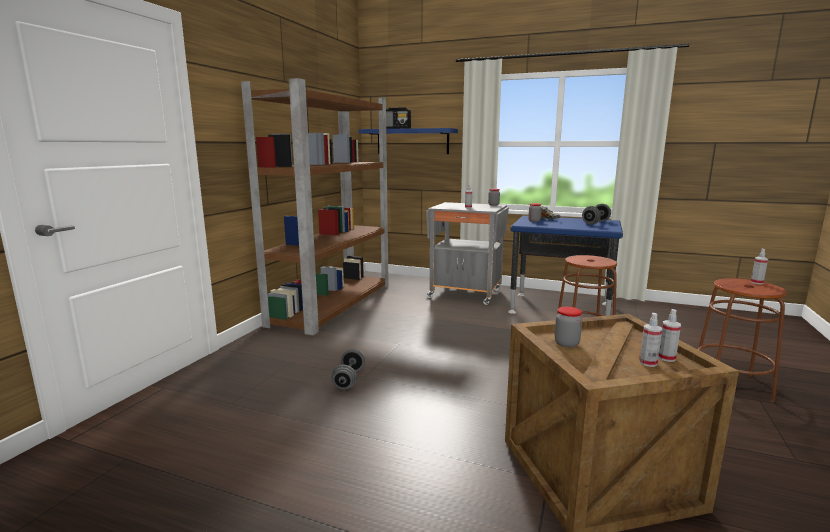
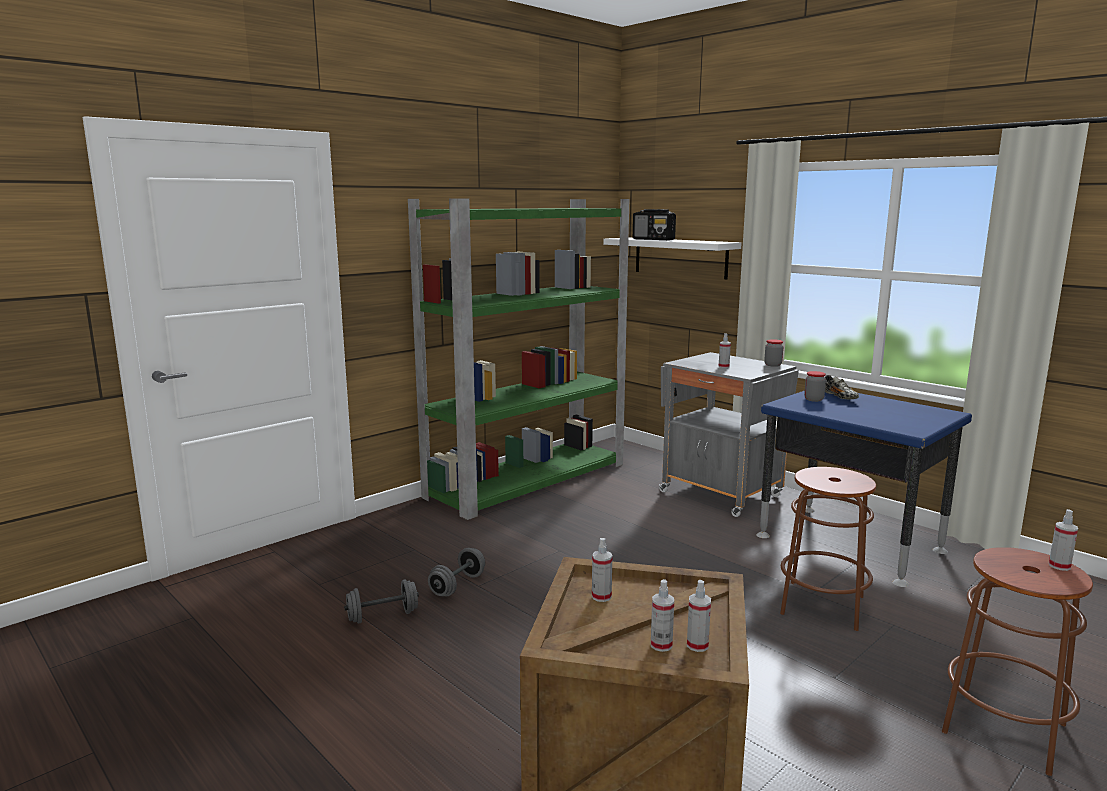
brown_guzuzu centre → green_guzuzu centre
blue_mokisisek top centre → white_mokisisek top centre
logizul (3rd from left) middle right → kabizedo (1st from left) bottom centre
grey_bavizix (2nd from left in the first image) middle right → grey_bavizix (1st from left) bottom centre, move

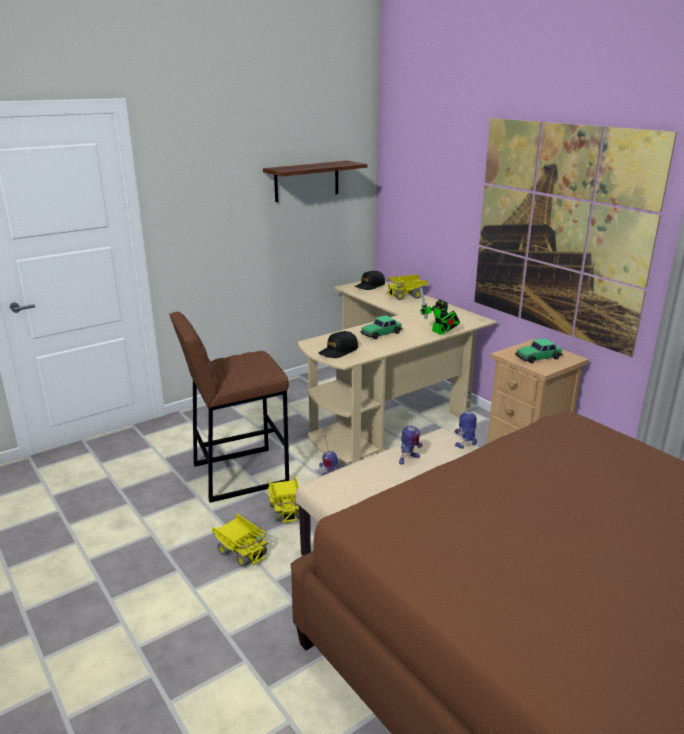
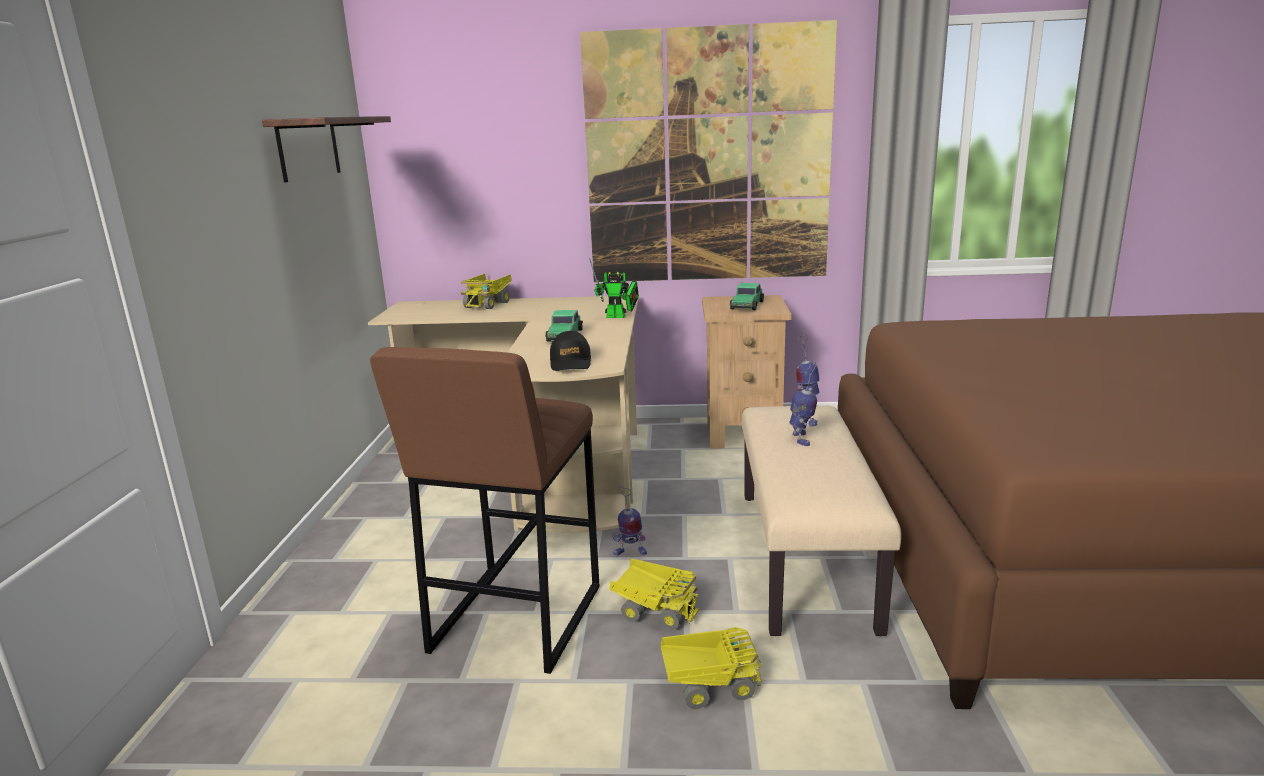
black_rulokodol (2nd from left) centre → -

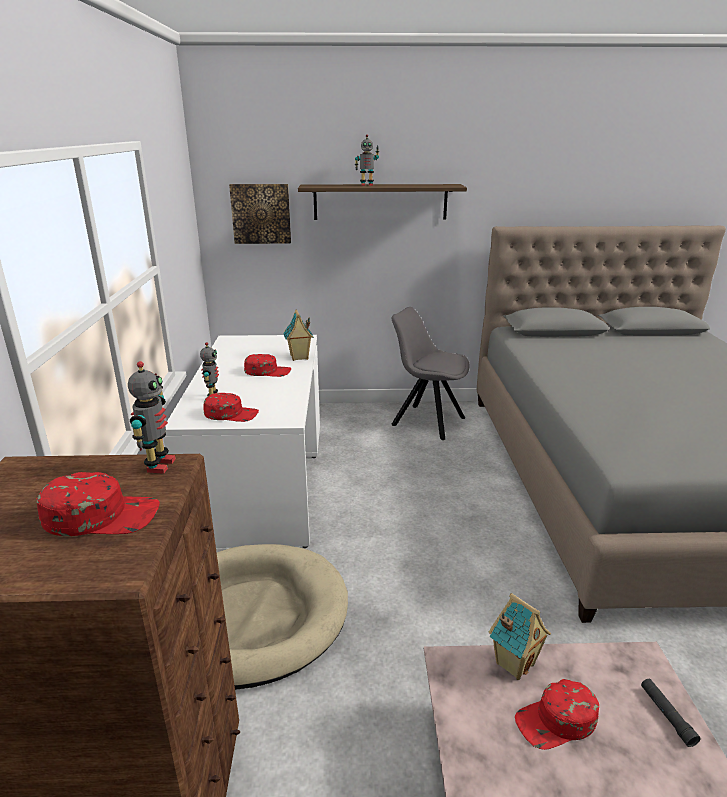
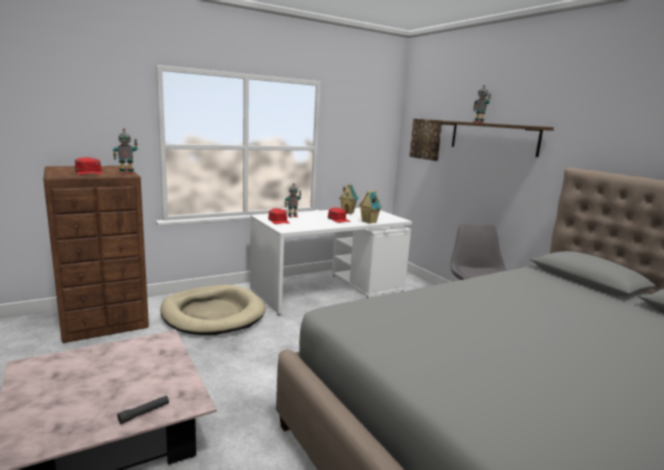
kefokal (2nd from left in the first image) bottom right → kefokal (1st from left) centre, move
red_rulokodol (4th from left) bottom right → -

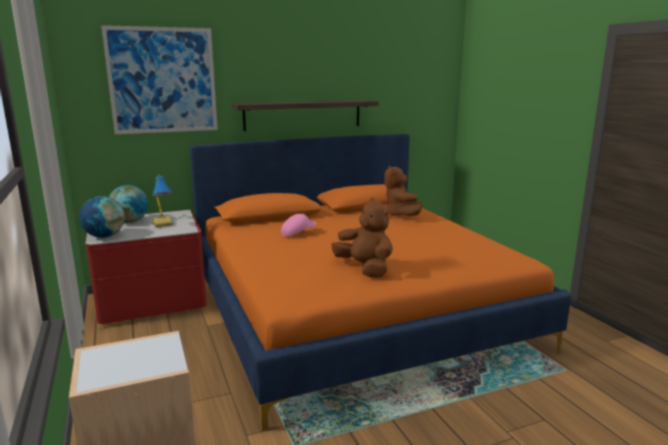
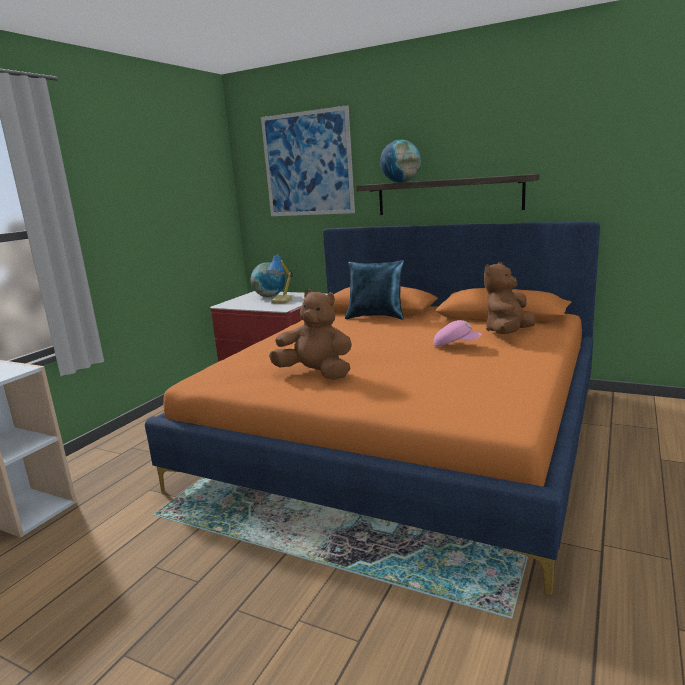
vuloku (1st from left in the first image) middle left → vuloku (2nd from left) top centre, move
pink_rulokodol centre → pink_rulokodol middle right, move
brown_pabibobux (1st from left) centre, 75 degrees counterclockwise
- → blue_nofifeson centre

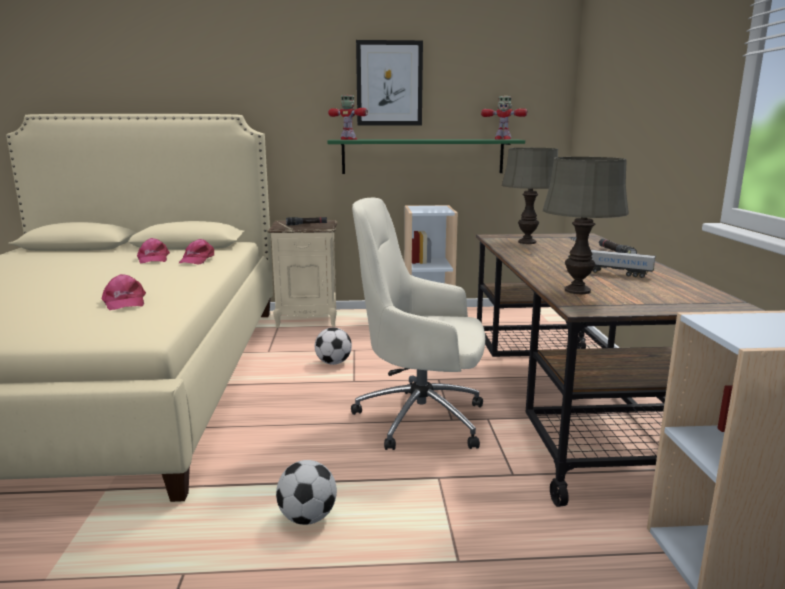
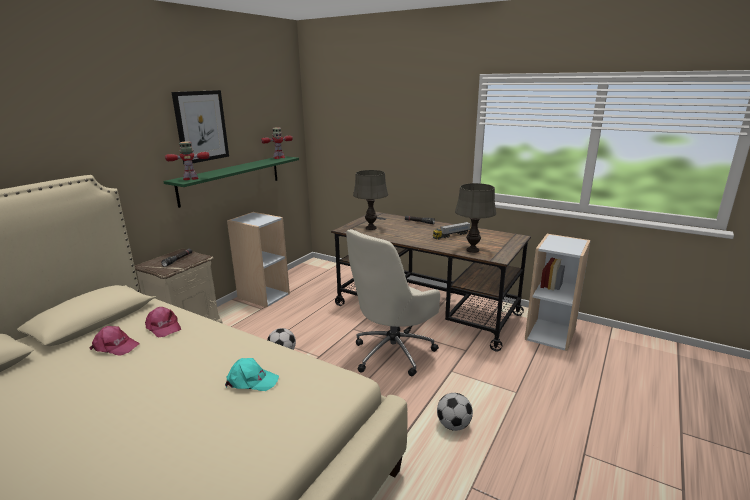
pink_rulokodol (1st from left) middle left → turquoise_rulokodol bottom centre

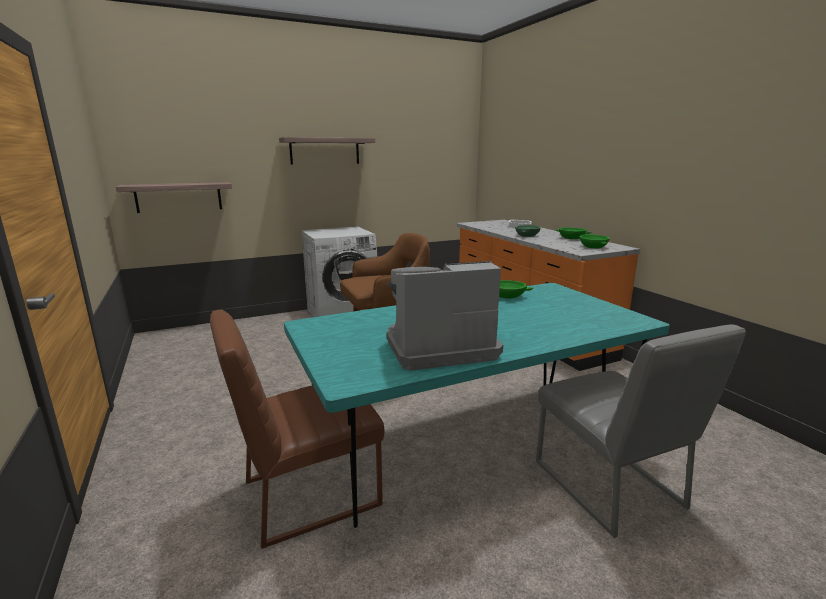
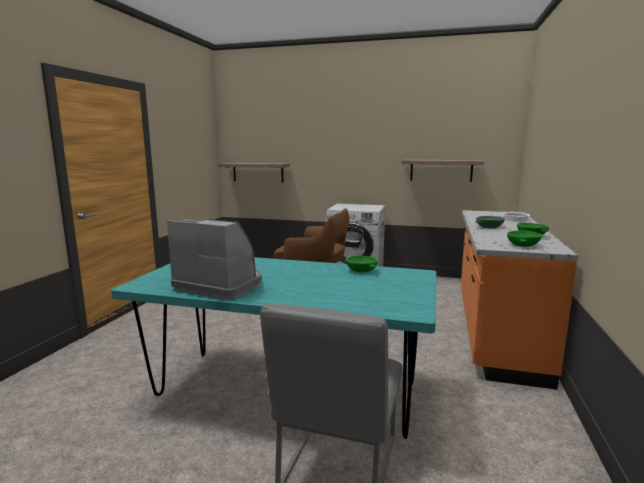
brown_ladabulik bottom centre → -
mokisisek (2nd from left) top centre → mokisisek (2nd from left) middle right, move

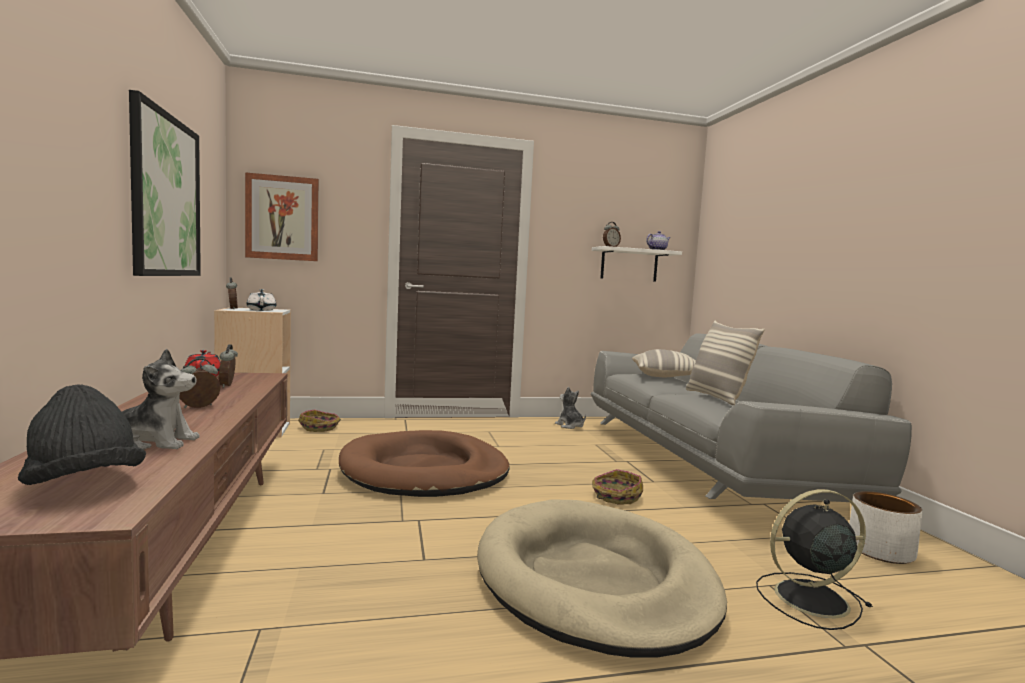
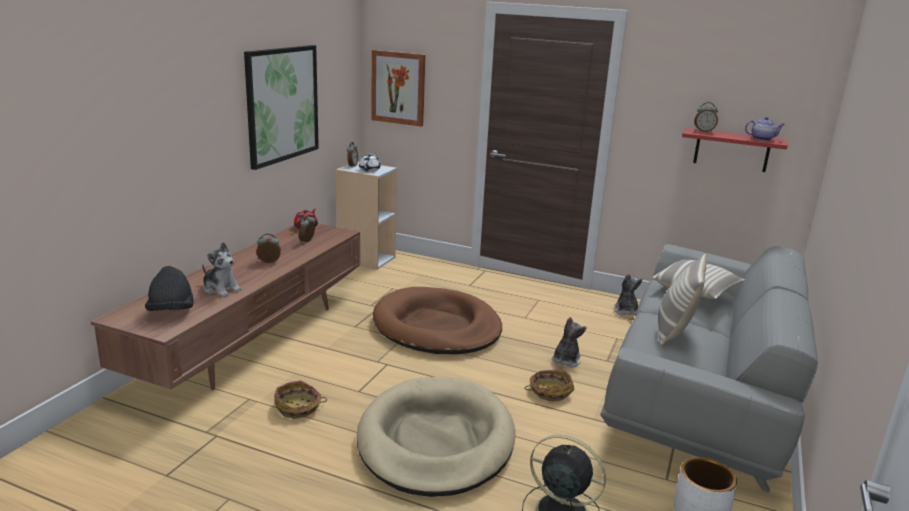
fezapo (1st from left) middle left → fezapo (1st from left) bottom left, move
white_mokisisek centre → red_mokisisek top right
- → pabibobux (2nd from left) bottom centre

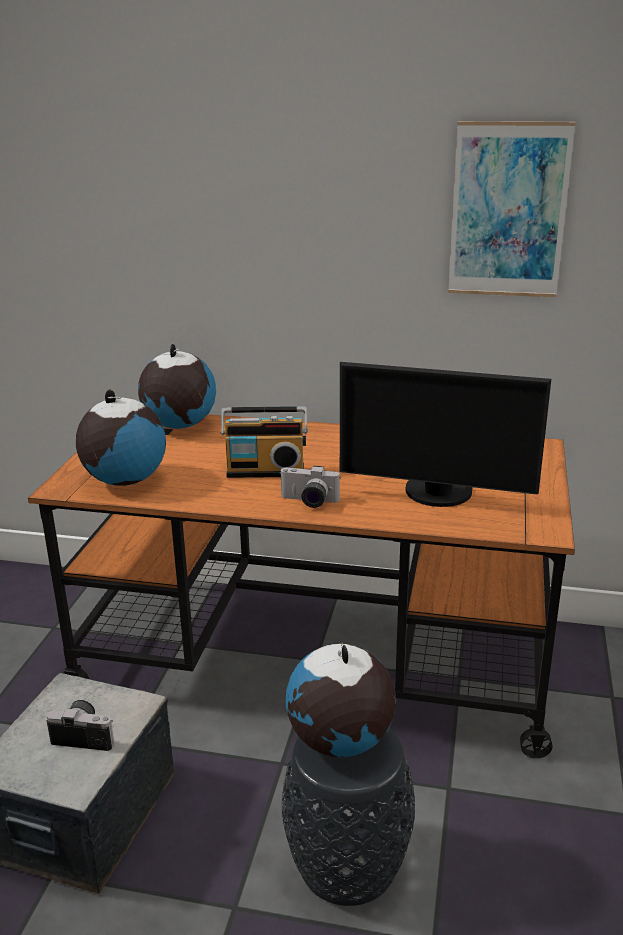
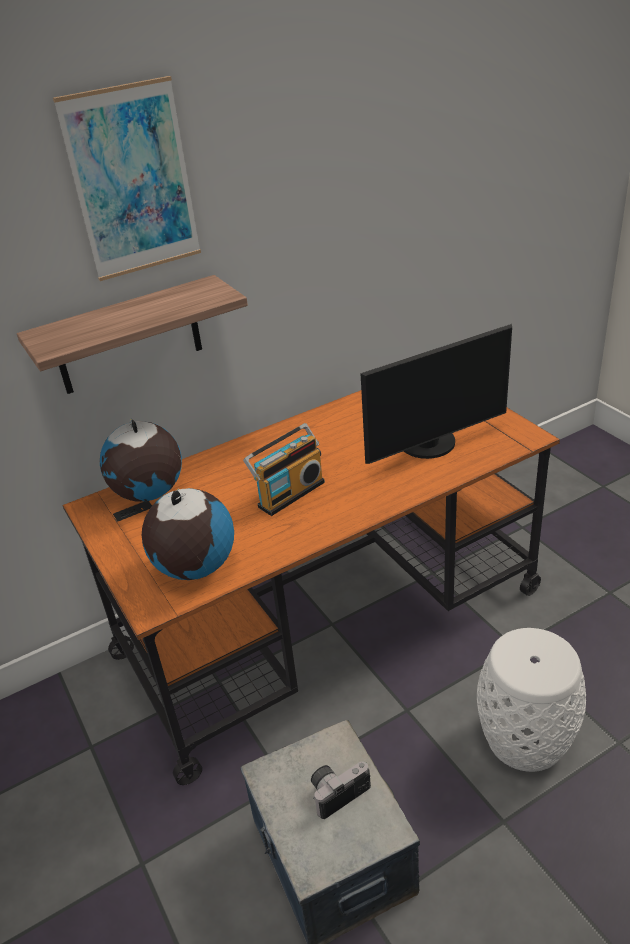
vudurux (2nd from left) centre → -
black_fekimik bottom centre → white_fekimik bottom right
vuloku (3rd from left) bottom centre → -
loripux top right → loripux top left, move
- → mokisisek middle left

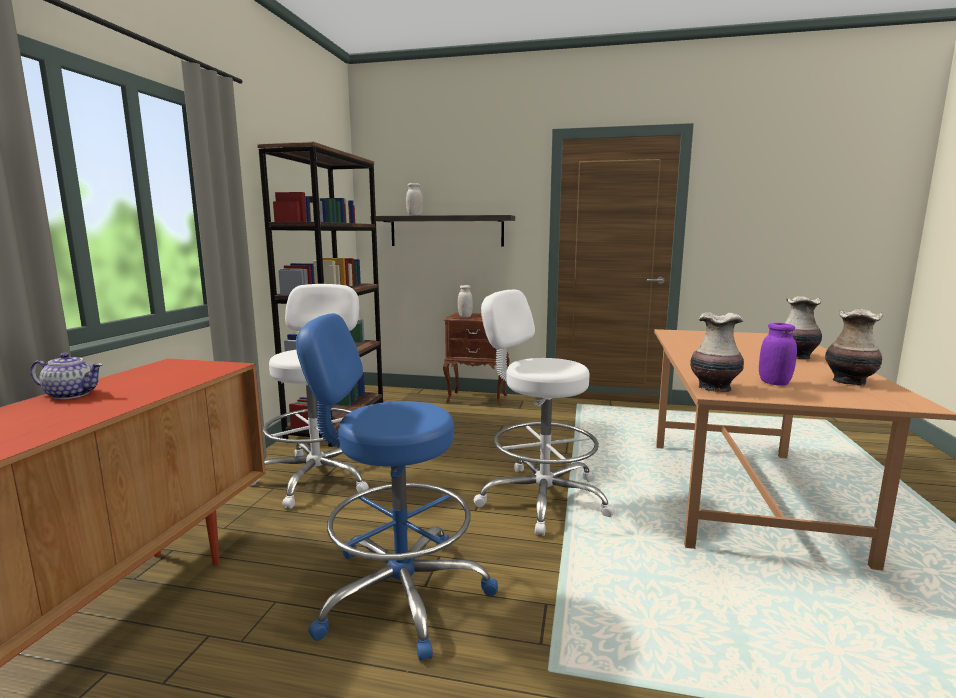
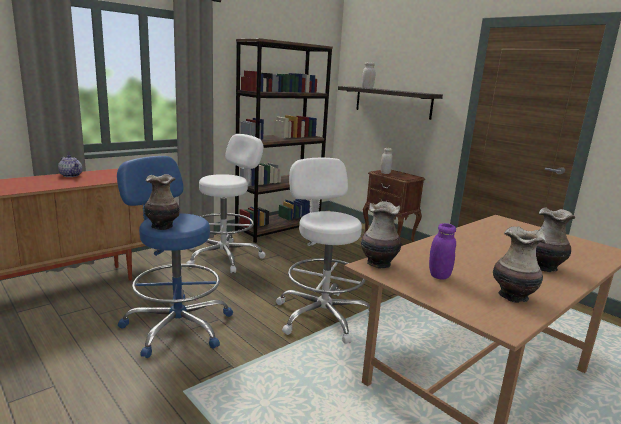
- → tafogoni (1st from left) middle left

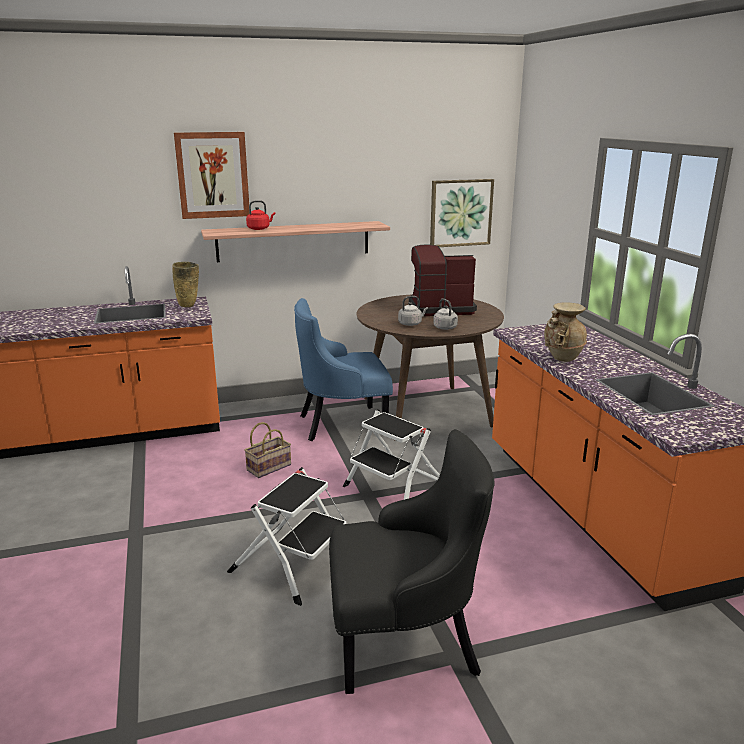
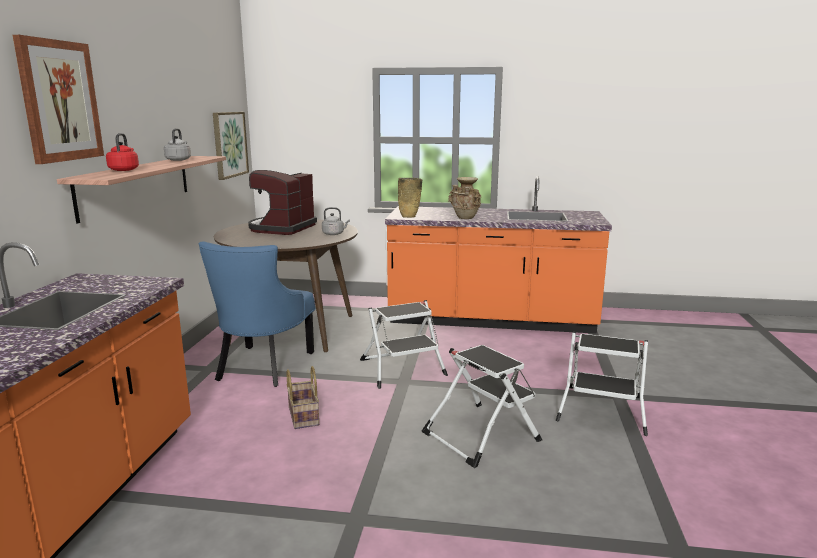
beige_tafogoni (1st from left) middle left → beige_tafogoni (1st from left) centre, move
black_ladabulik bottom centre → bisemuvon (3rd from left) bottom right
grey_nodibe (1st from left) centre → grey_nodibe (1st from left) top left, move

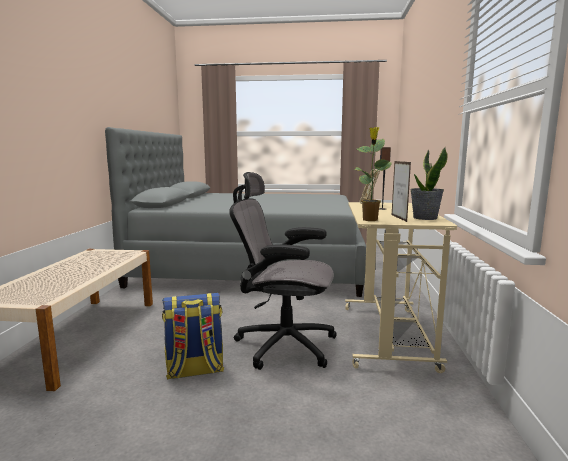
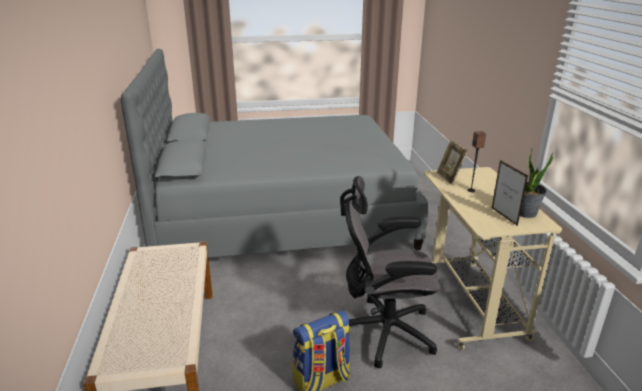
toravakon (1st from left) centre → -

